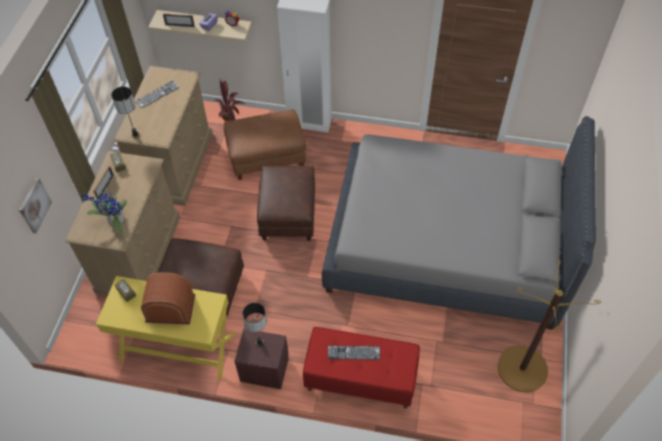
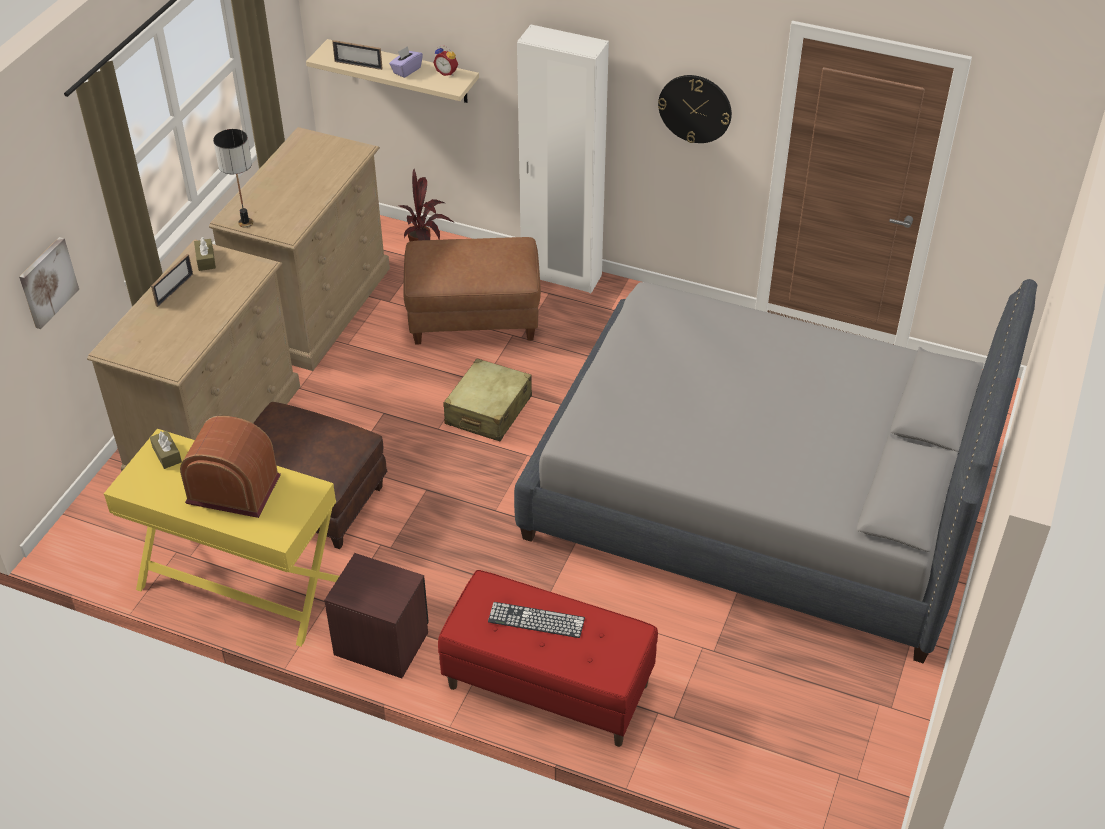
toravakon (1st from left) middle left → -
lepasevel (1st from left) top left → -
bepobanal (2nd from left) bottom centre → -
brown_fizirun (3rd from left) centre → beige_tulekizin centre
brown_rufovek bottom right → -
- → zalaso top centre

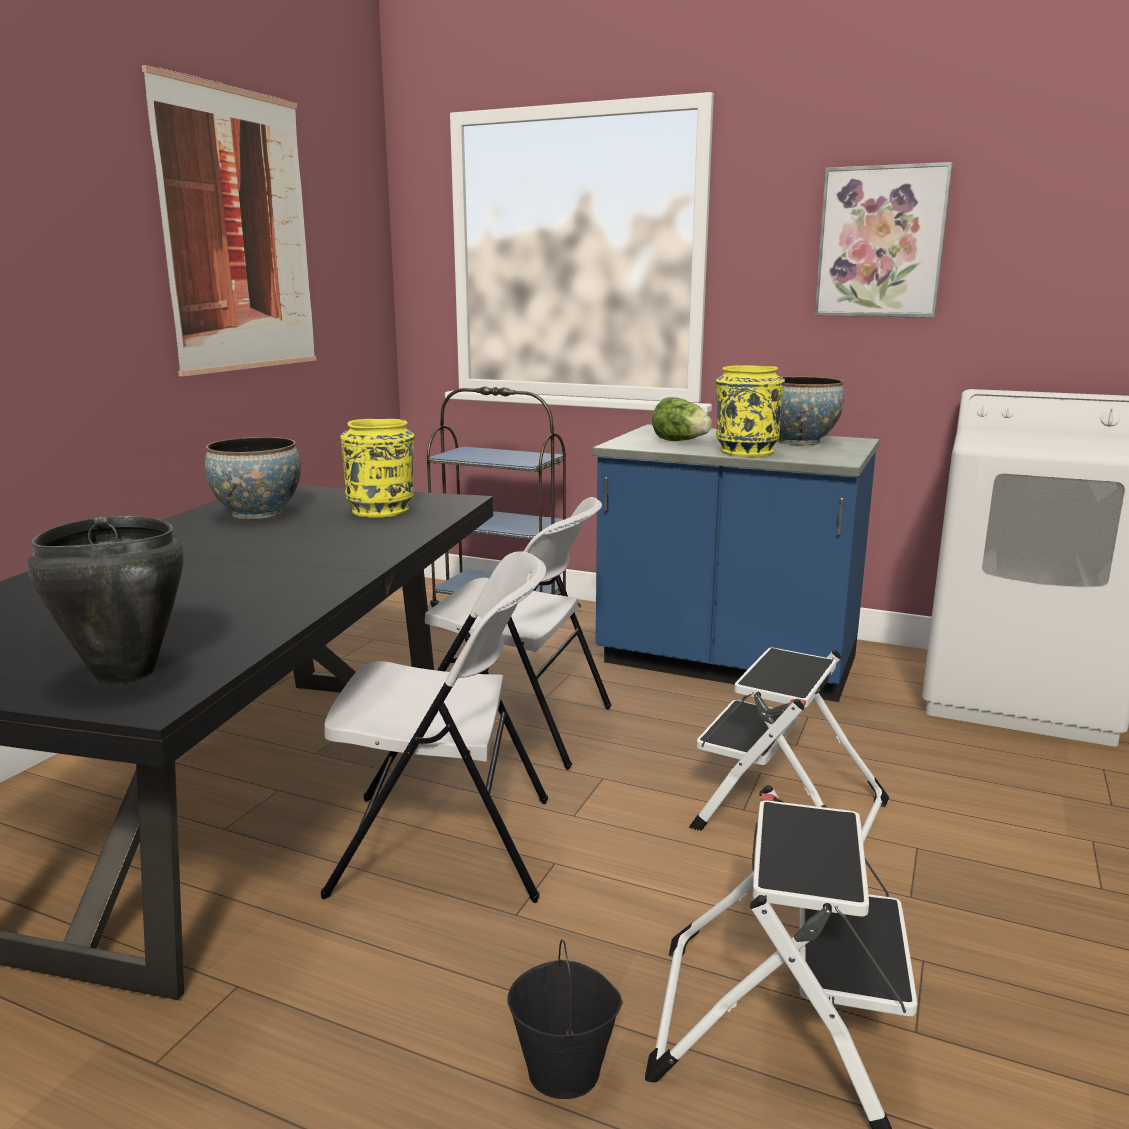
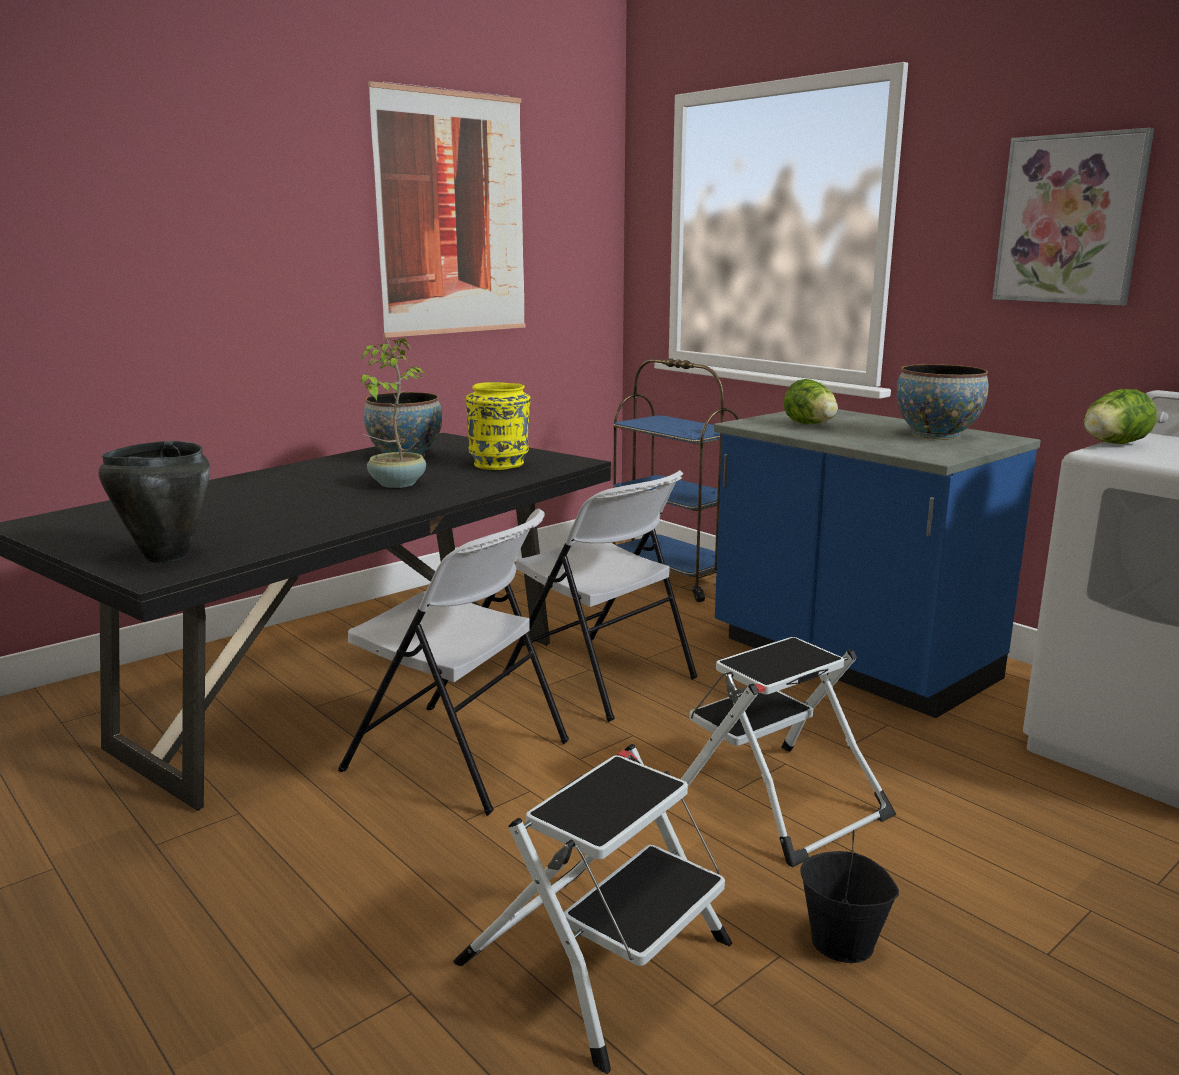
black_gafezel bottom centre → black_gafezel bottom right, move
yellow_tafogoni (2nd from left) centre → -
- → toravakon centre
- → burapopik (2nd from left) middle right

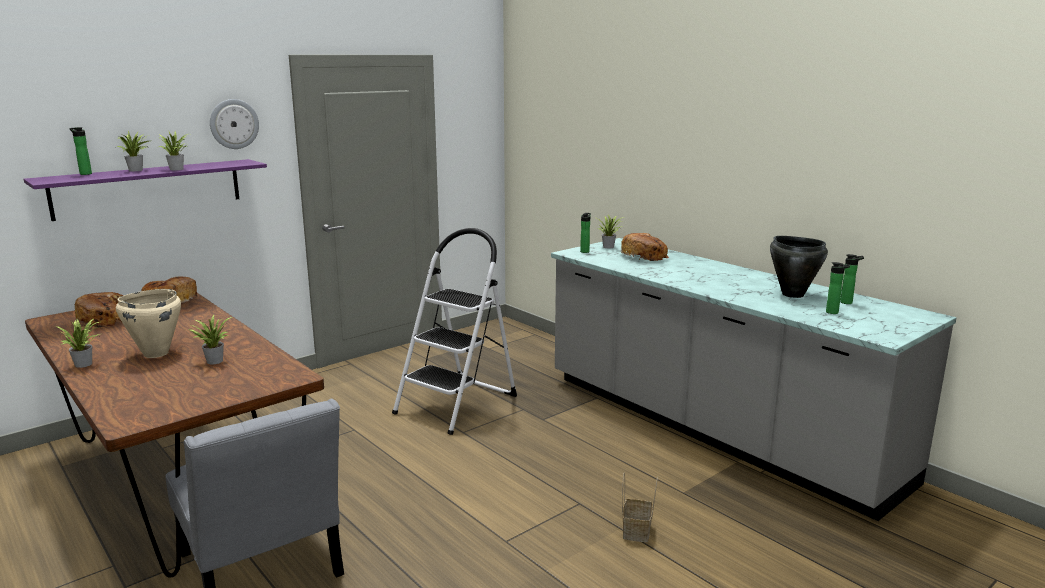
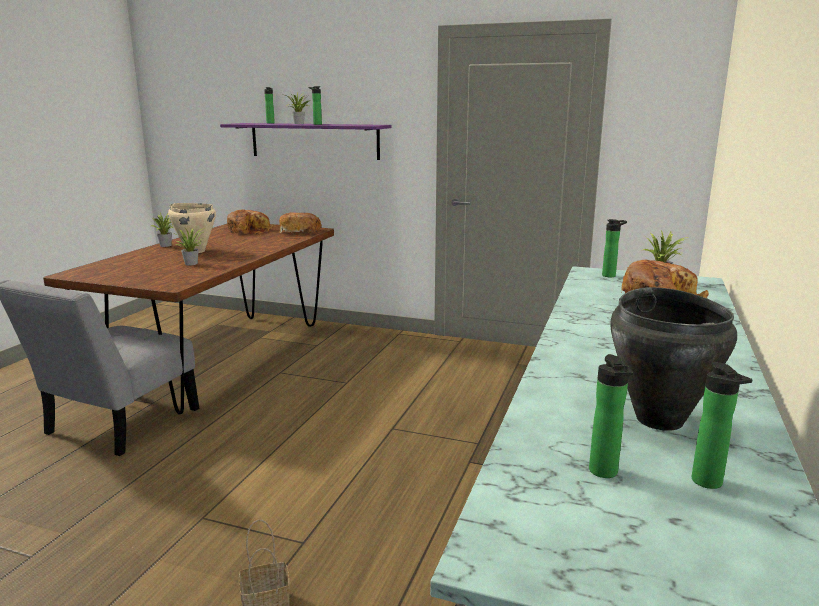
toravakon (3rd from left) top left → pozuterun (2nd from left) top centre
zalaso top left → -
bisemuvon centre → -

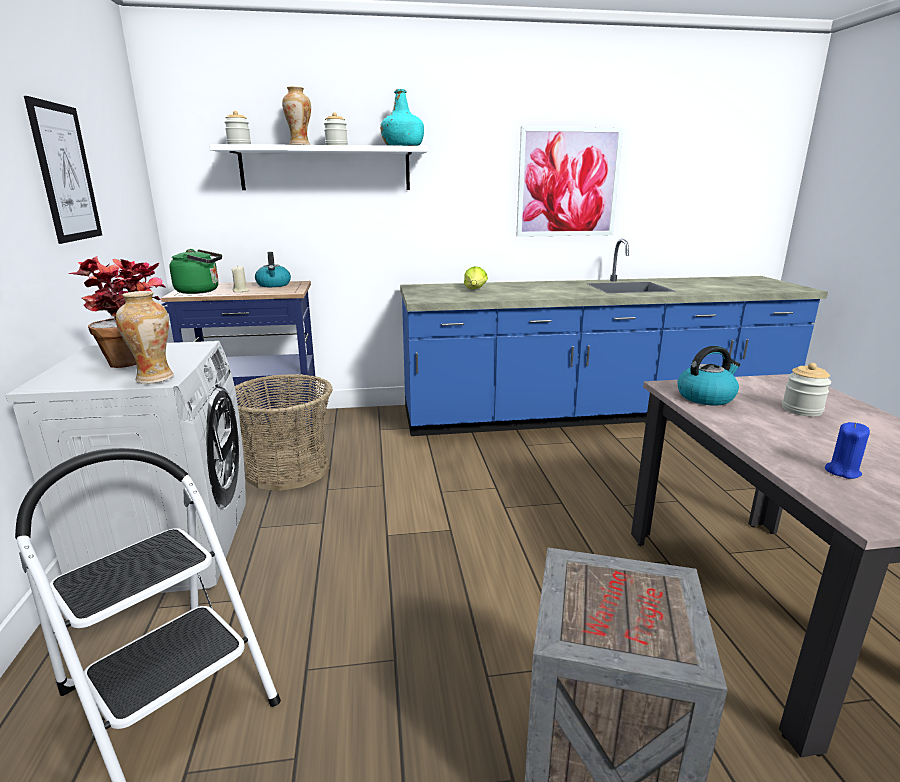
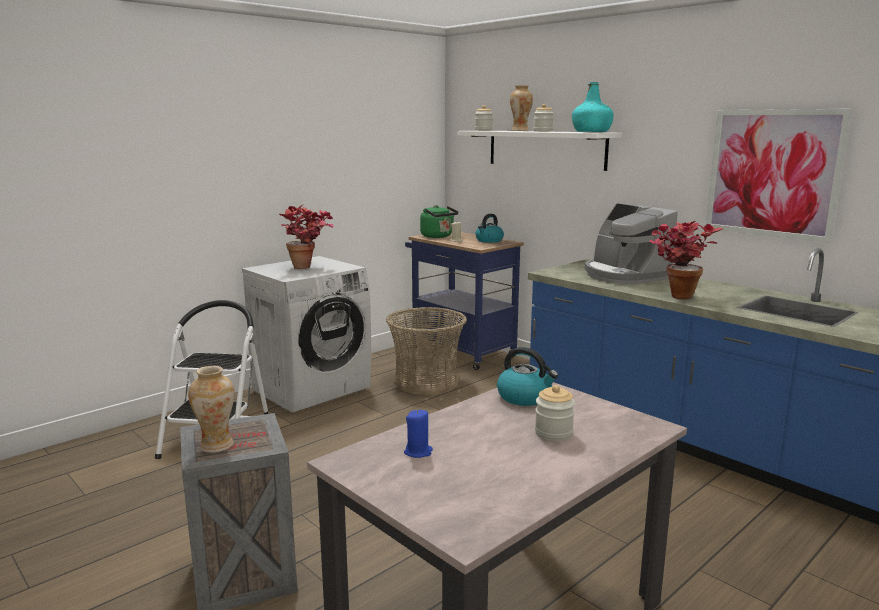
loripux (1st from left) top left → -
tafogoni (1st from left) middle left → tafogoni (1st from left) bottom left, move
burapopik centre → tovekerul middle right
- → toravakon (2nd from left) middle right

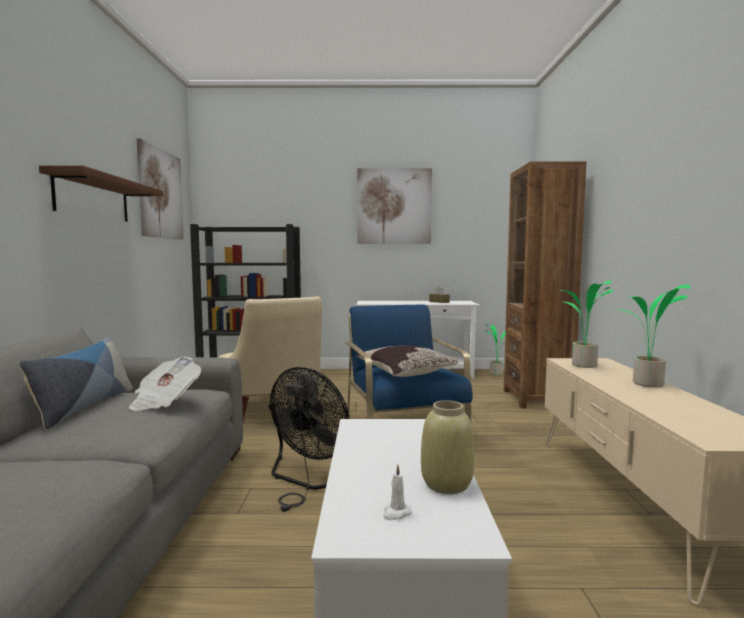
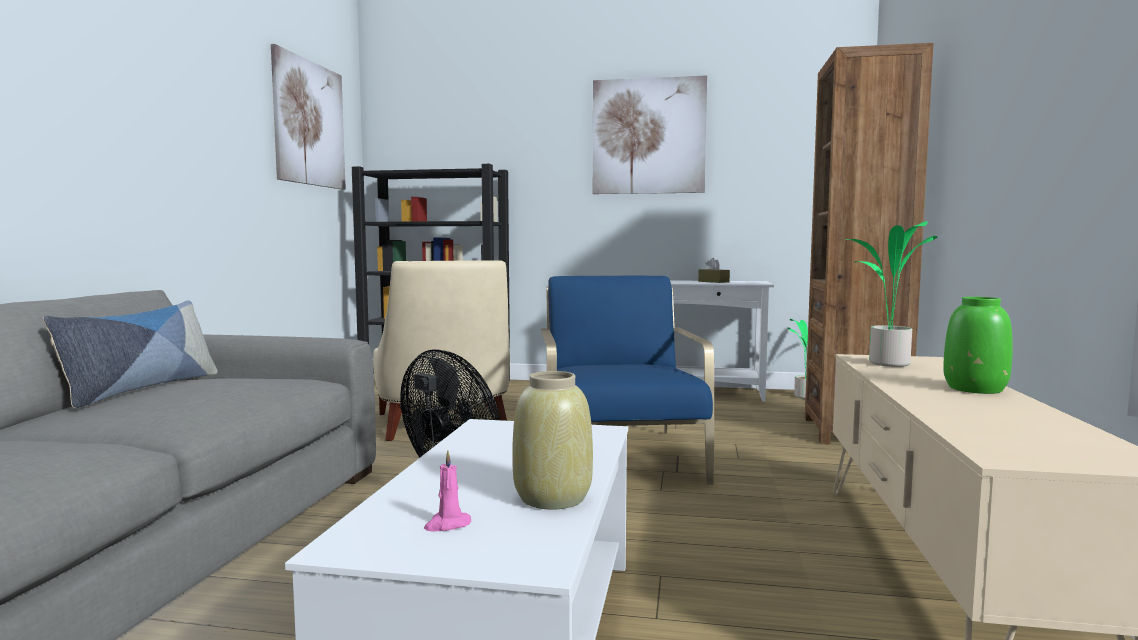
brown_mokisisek top left → -
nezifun middle left → -
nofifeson (2nd from left) centre → -
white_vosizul bottom centre → pink_vosizul bottom centre
toravakon (3rd from left) middle right → green_tafogoni middle right

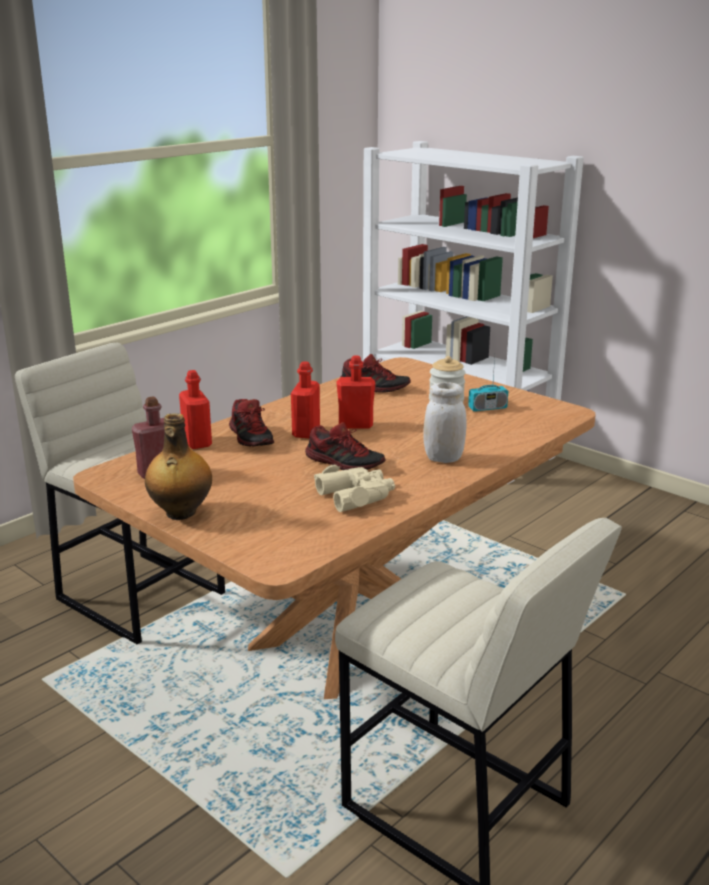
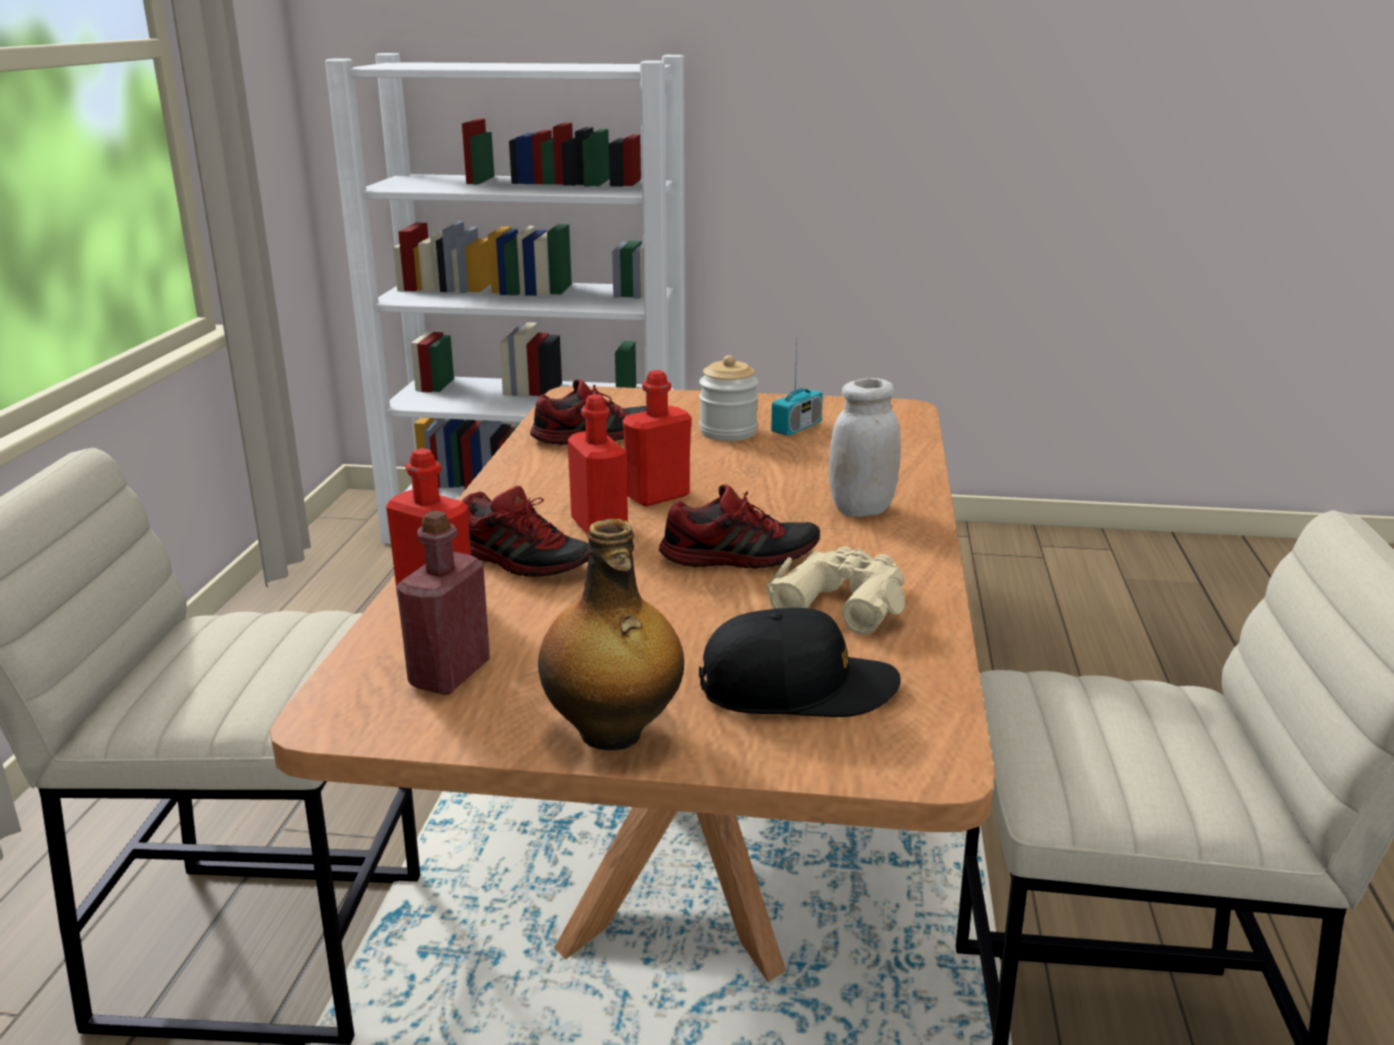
- → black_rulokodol centre

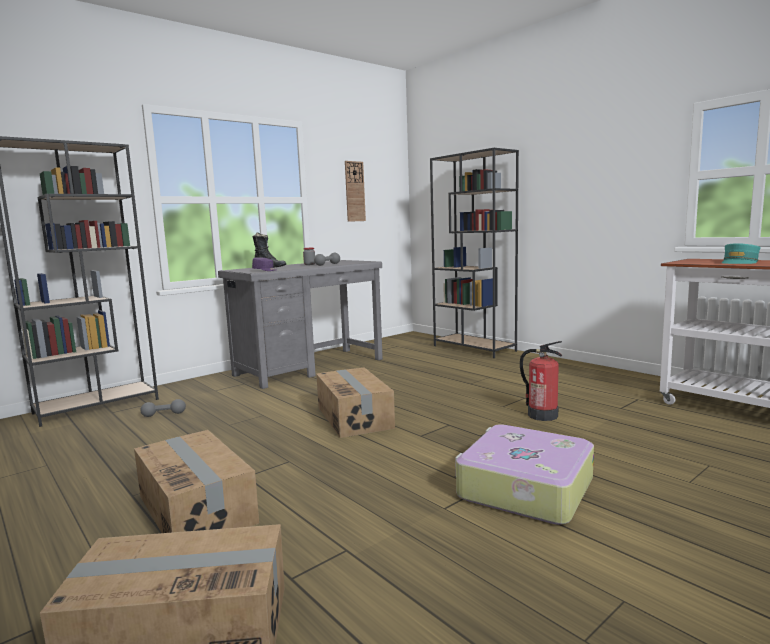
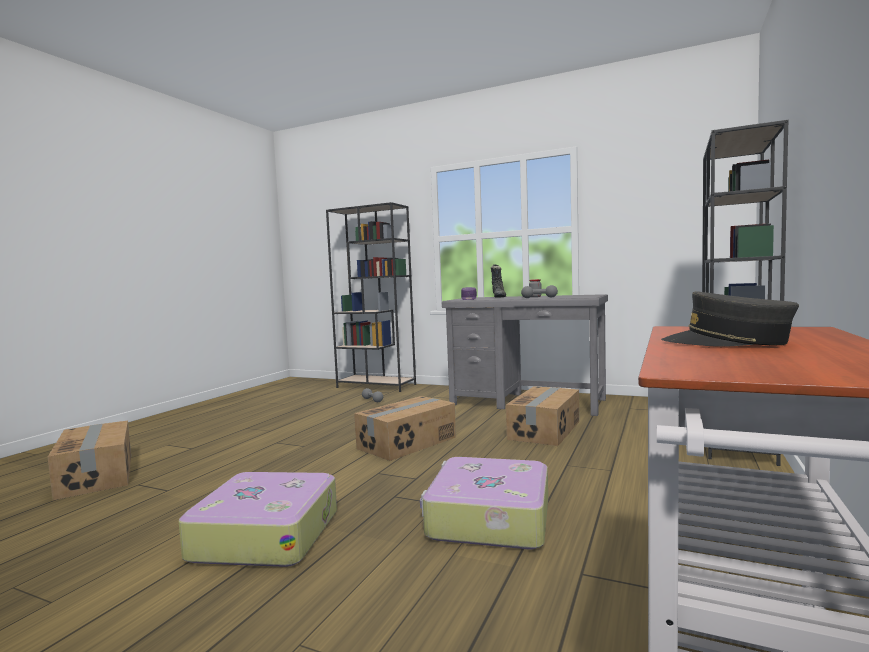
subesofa (2nd from left in the first image) bottom left → subesofa (3rd from left) centre, move
zalaso top centre → -
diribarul middle right → tulekizin (2nd from left) bottom centre
turquoise_rulokodol middle right → grey_rulokodol middle right

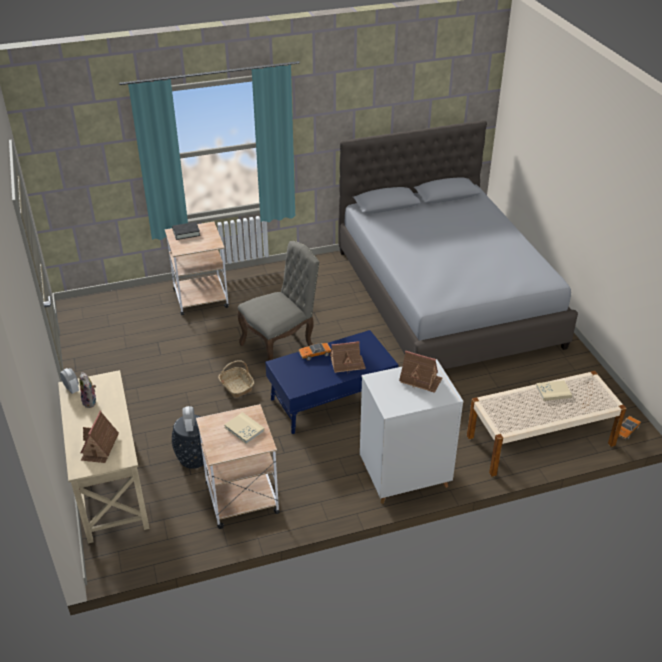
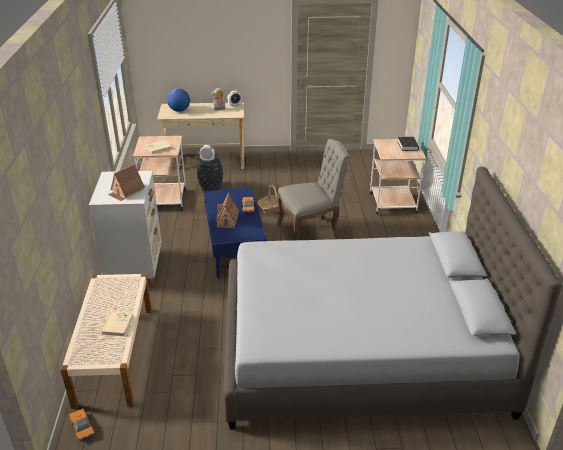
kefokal (1st from left) middle left → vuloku top left
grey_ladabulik centre, 90 degrees counterclockwise

